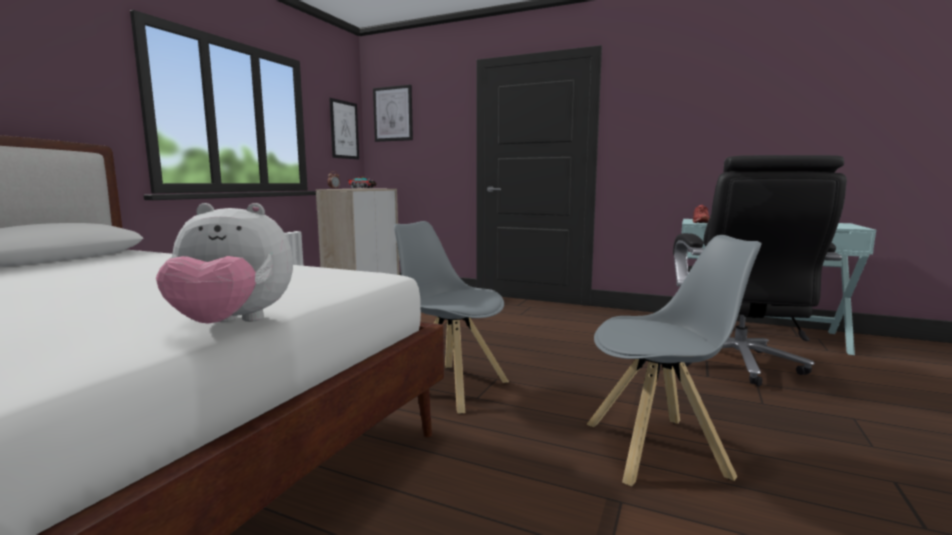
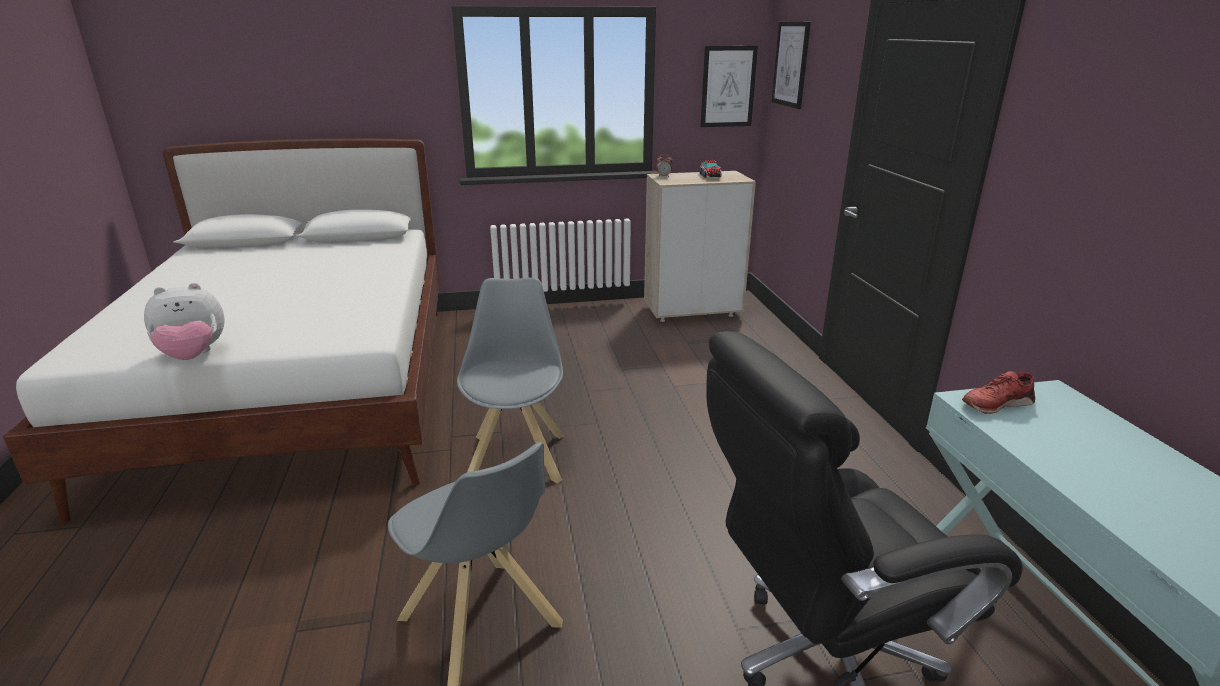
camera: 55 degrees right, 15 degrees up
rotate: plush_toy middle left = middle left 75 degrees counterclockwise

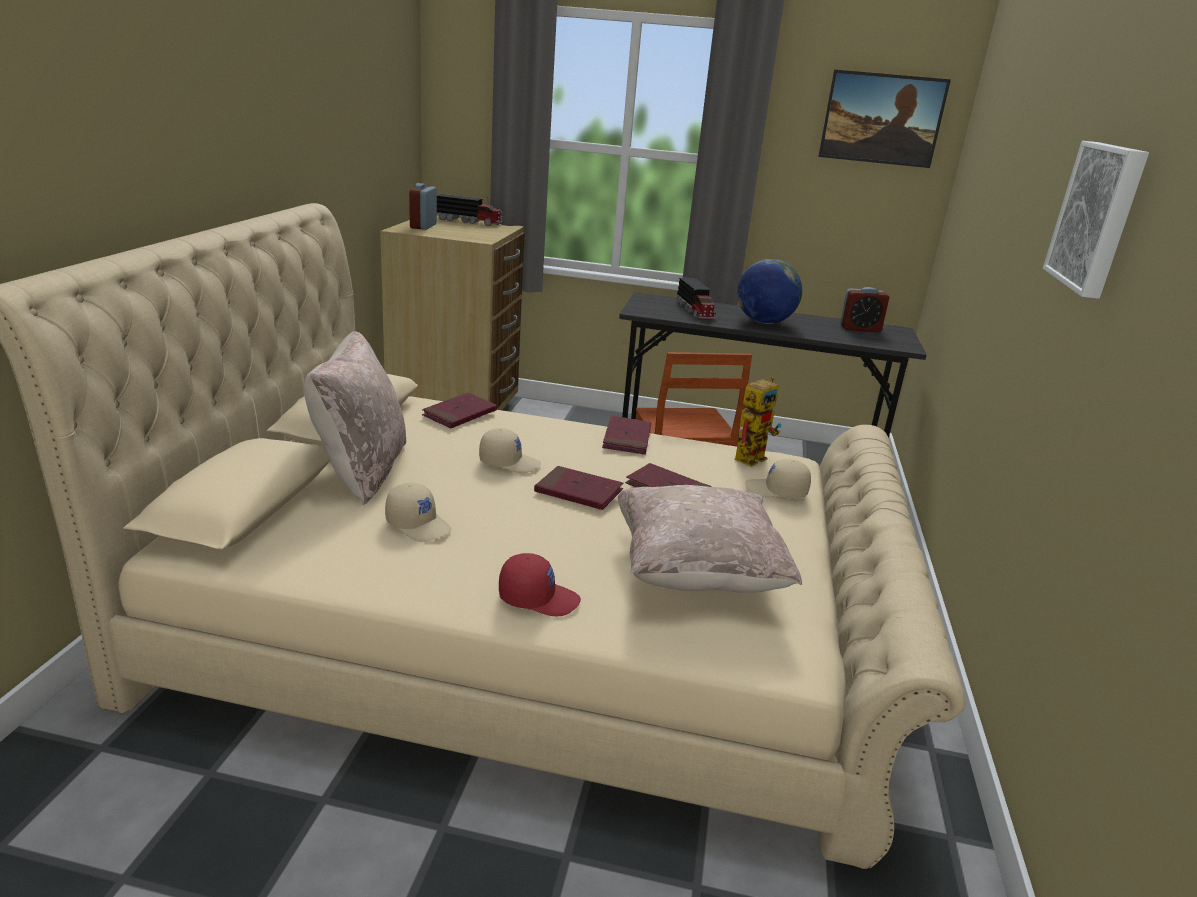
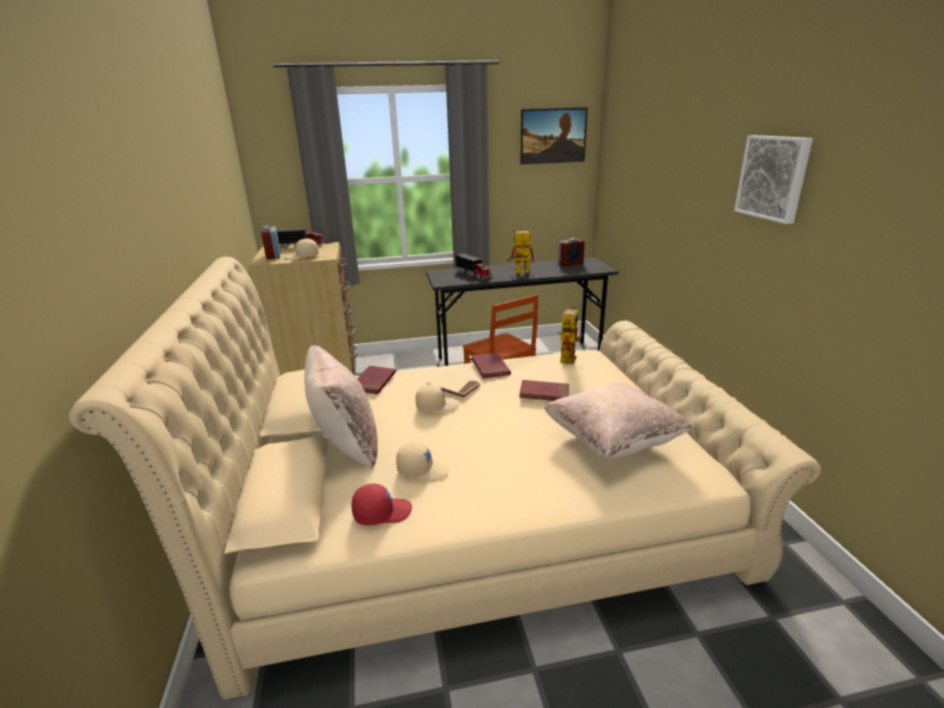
camera: 20 degrees left, 0 degrees up
delete: red-coloured_book (2nd from left) centre
insert: beige_book centre
move: red-coloured_baseball_cap centre to bottom centre; beige_baseball_cap (3rd from left in the first image) centre to beige_baseball_cap (1st from left) middle left
replace: globe top centre to robot_figure (1st from left) centre

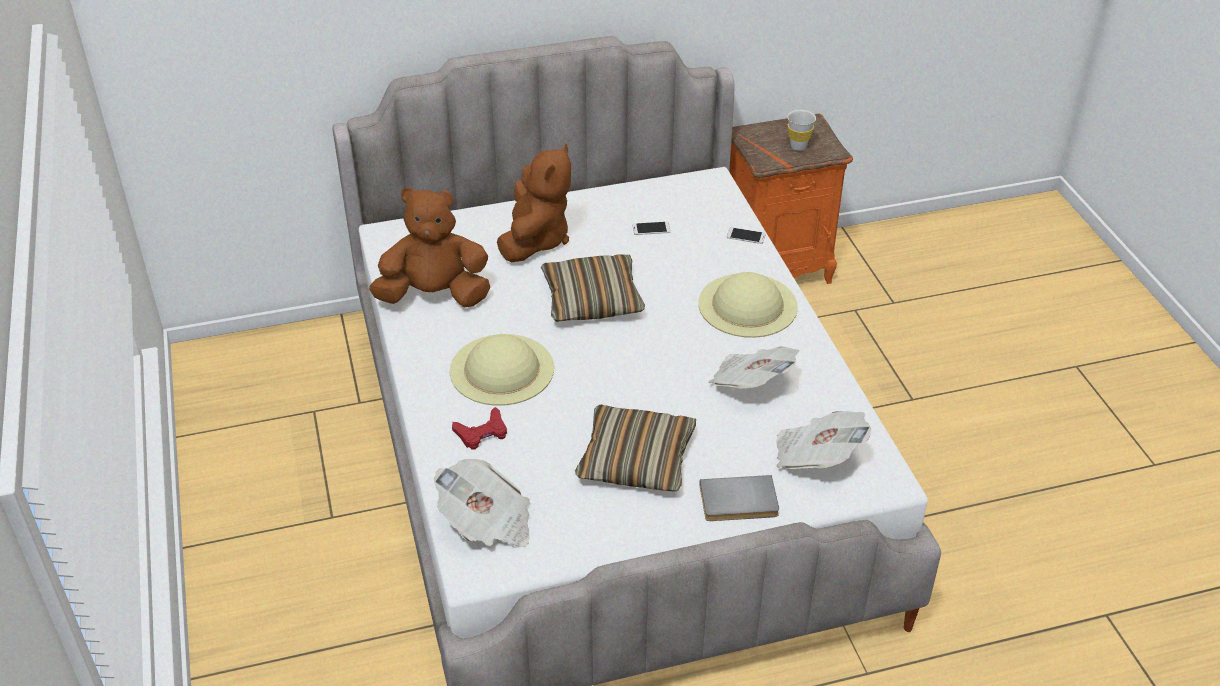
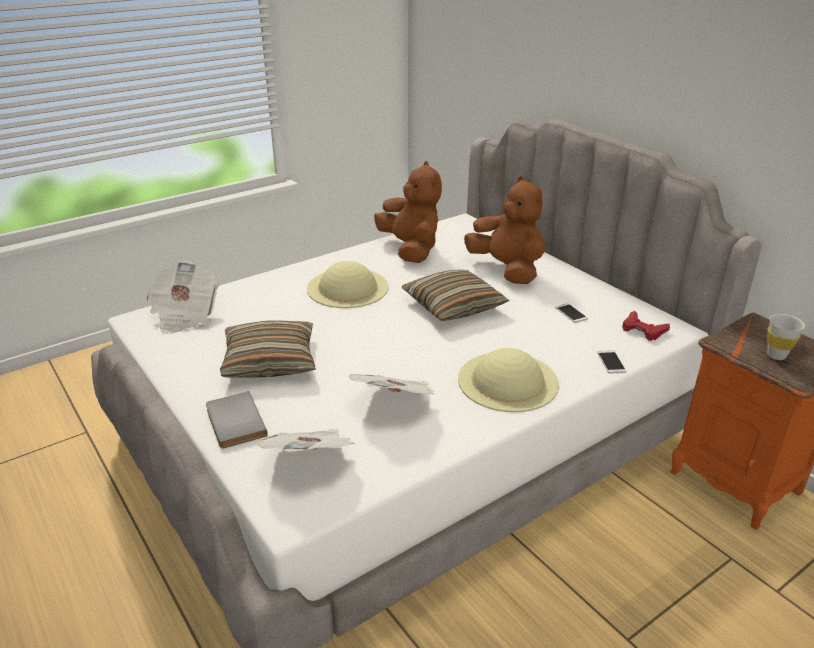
camera: 70 degrees right, 10 degrees down
move: red-coloured_joypad centre to middle right
rotate: brown-coloured_plush_toy (2nd from left) top centre = centre 120 degrees counterclockwise

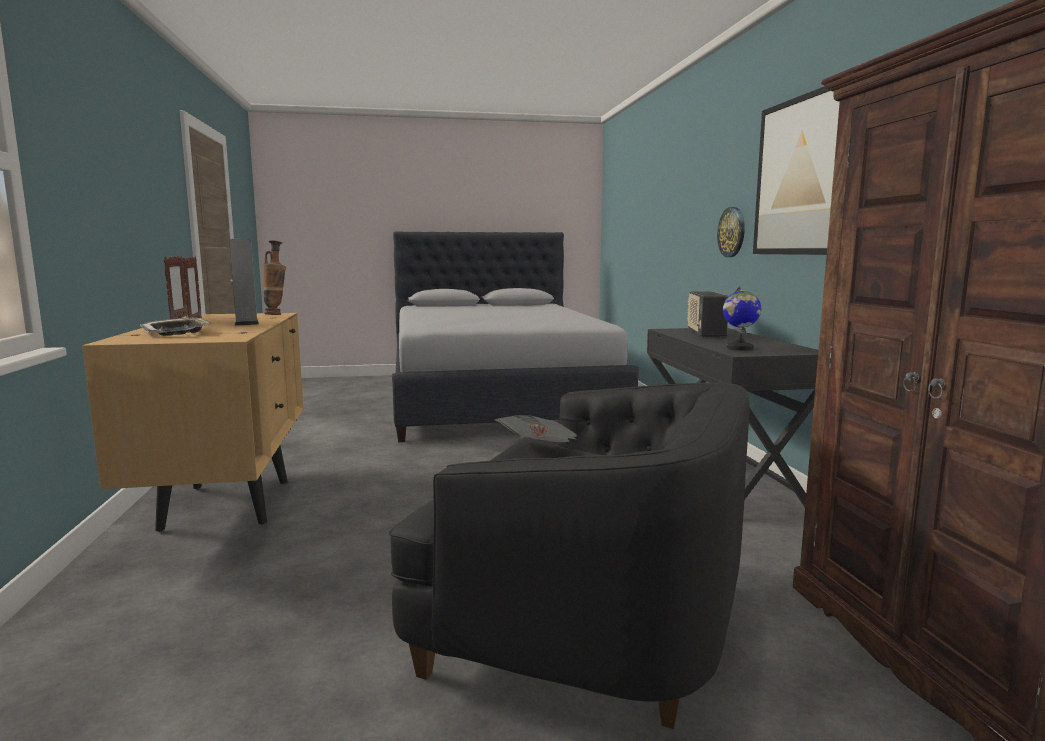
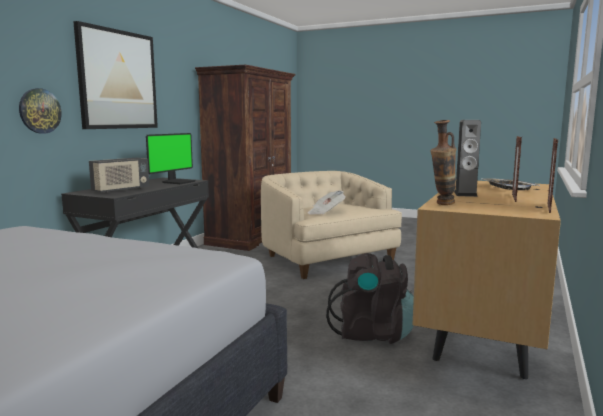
camera: 145 degrees left, 0 degrees up
insert: black_backpack bottom centre
replace: globe middle right to computer_screen middle left
recolor: black_easy_chair bottom centre to beige_easy_chair centre

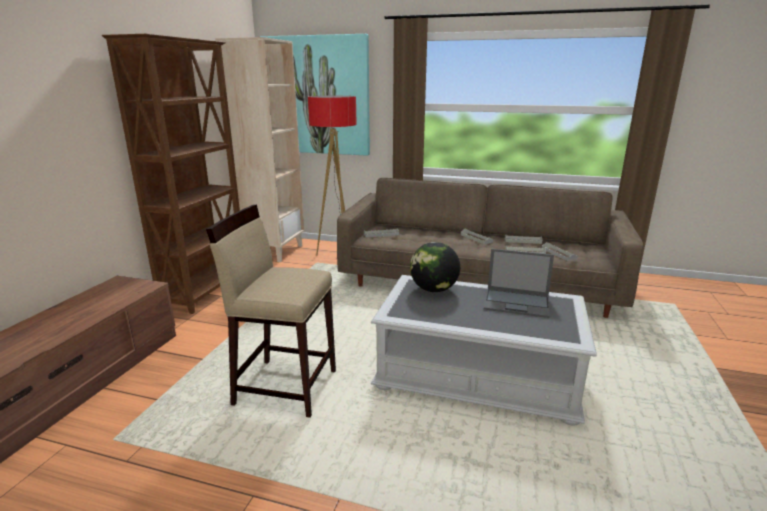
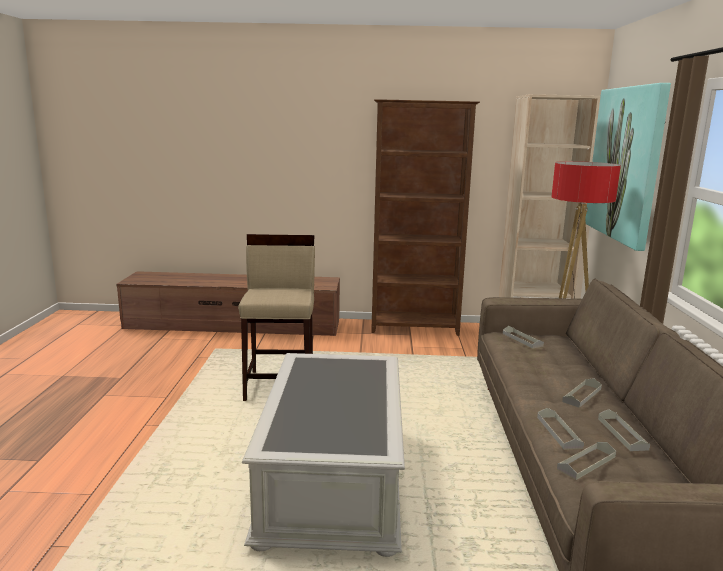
camera: 75 degrees right, 5 degrees down
delete: globe centre; notebook_computer middle right

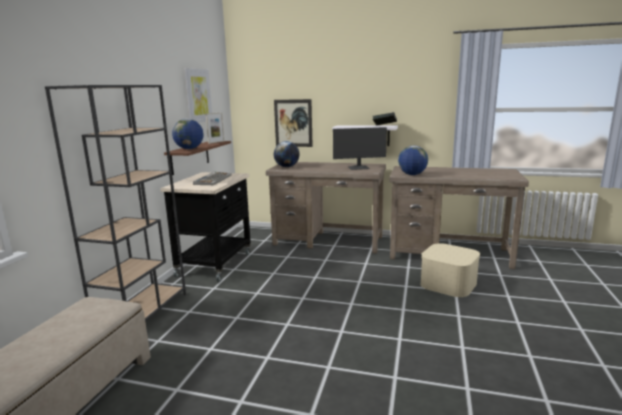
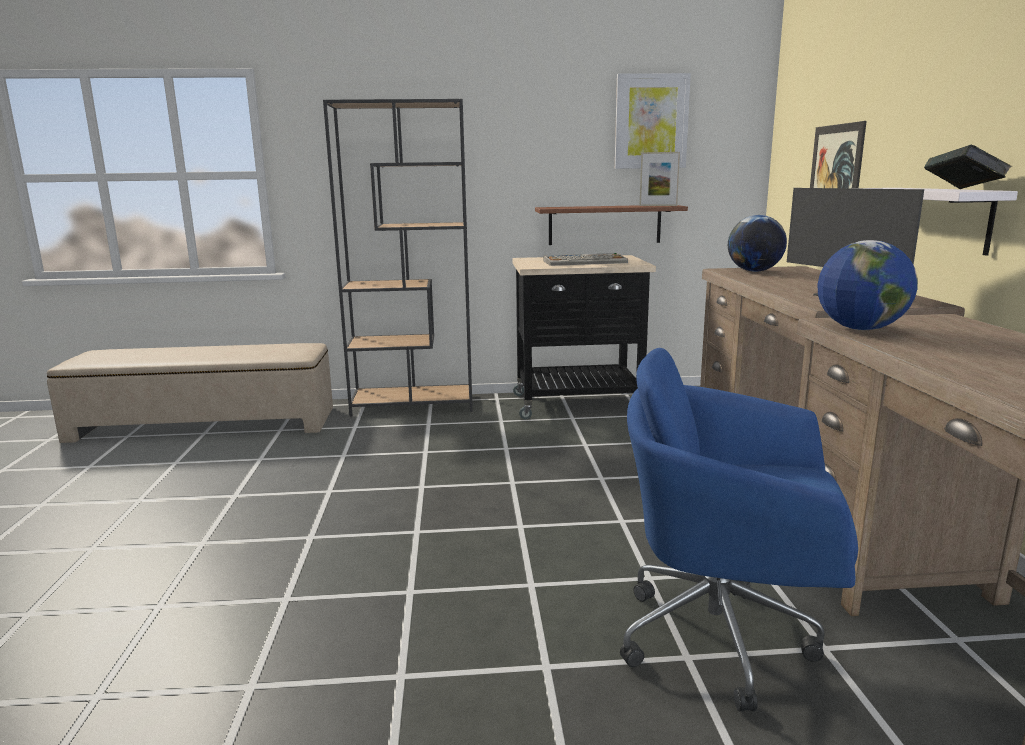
camera: 70 degrees right, 0 degrees up
delete: globe (1st from left) top left
replace: beige_storage_container middle right to blue_desk_chair bottom right

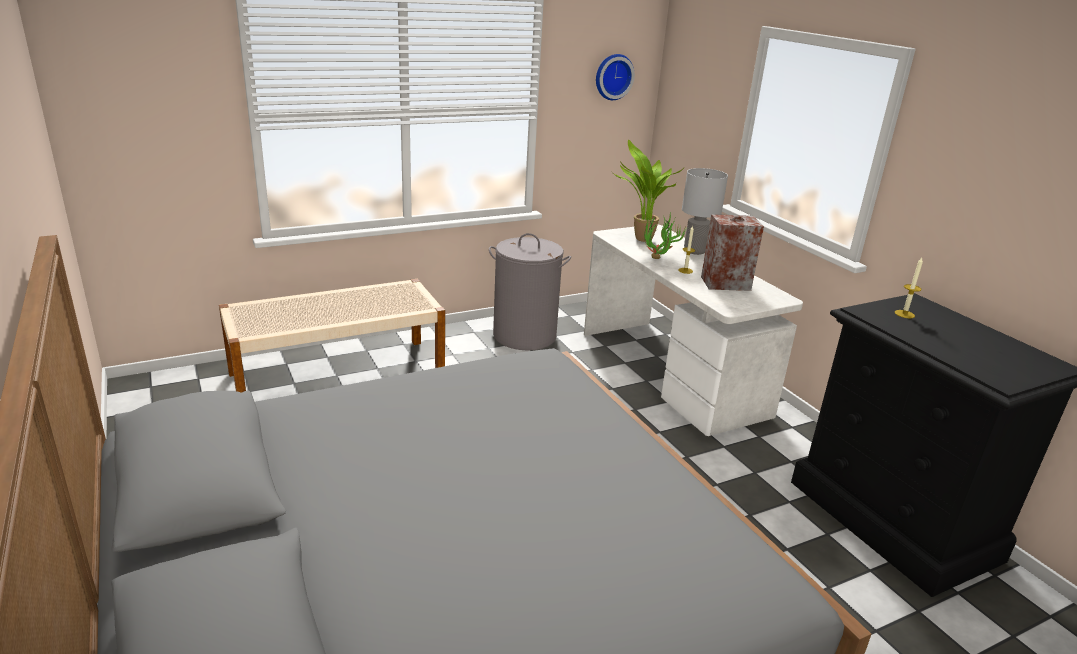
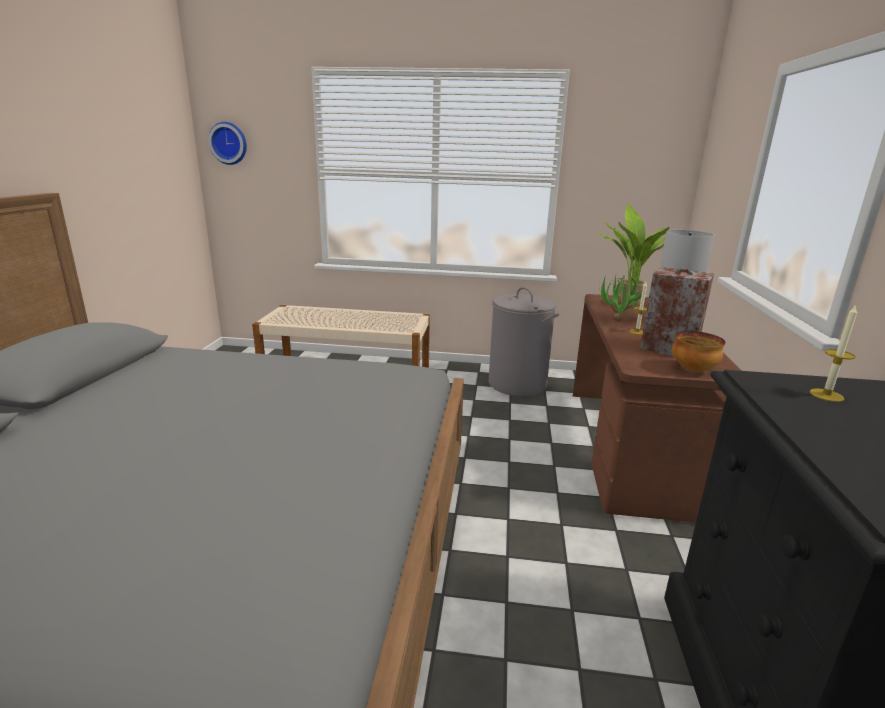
camera: 35 degrees right, 5 degrees down
insert: bowl middle right
move: hanging_clock top centre to top left
recolor: white-coloured_desk centre to brown-coloured_desk middle right

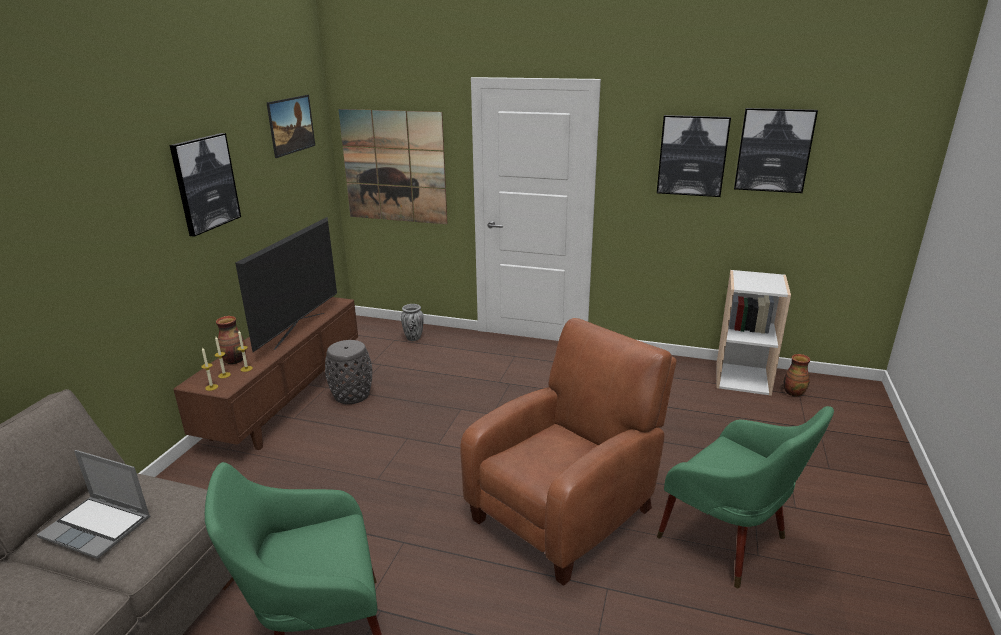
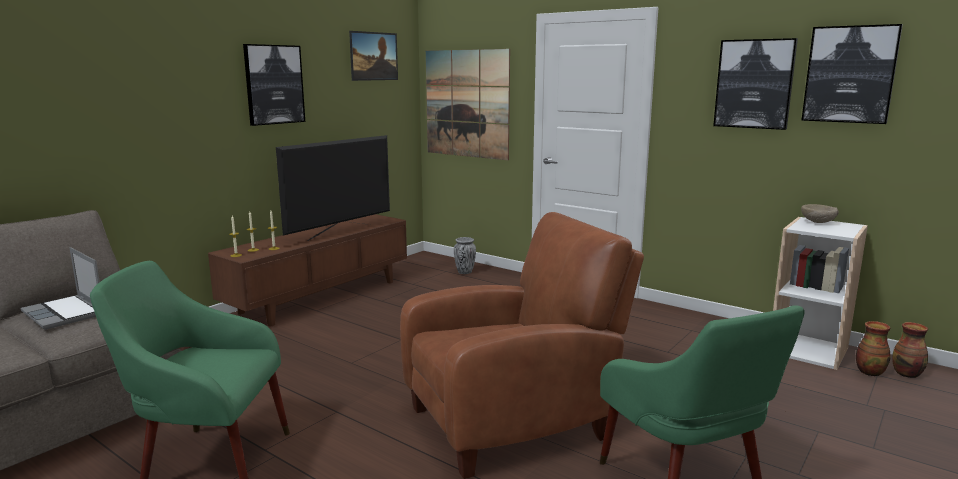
camera: 20 degrees right, 10 degrees down
delete: gray_stool_seat centre
insert: beige_bowl middle right
move: decorative_vase (1st from left in the first image) middle left to decorative_vase (3rd from left) bottom right

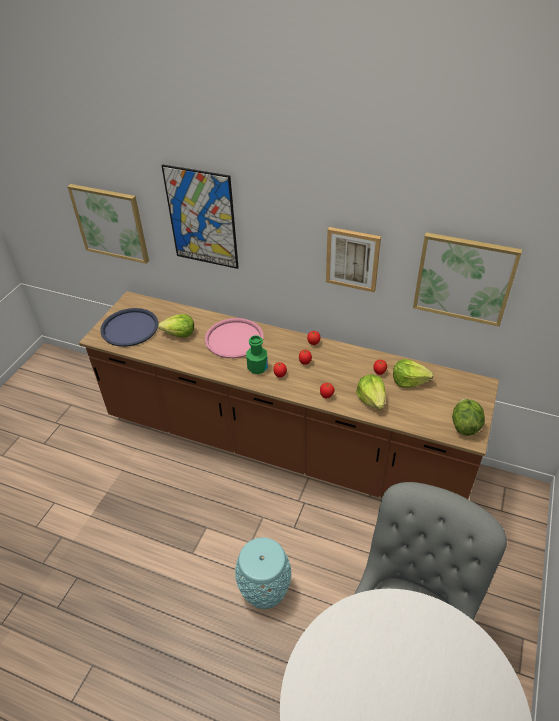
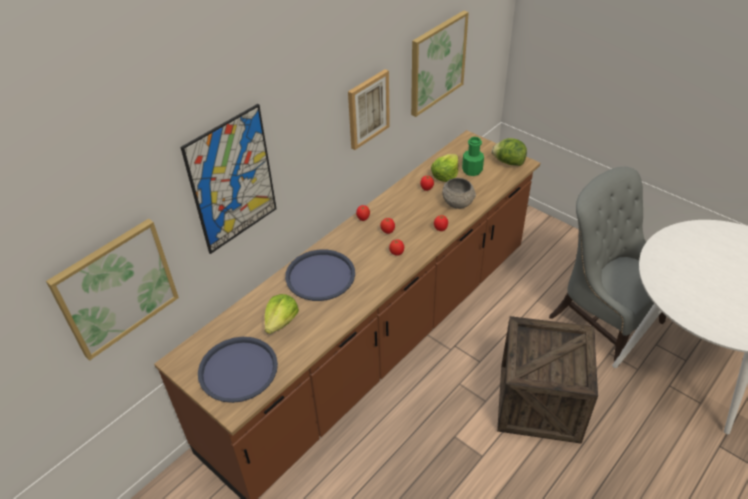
camera: 70 degrees left, 0 degrees up
move: greenish_bottle centre to top centre
replace: turquoise-coloured_stool_seat bottom centre to crate bottom right; lettuce (2nd from left) centre to gray_bowl centre
recolor: pink_serving_tray centre to blue_serving_tray (2nd from left) centre

